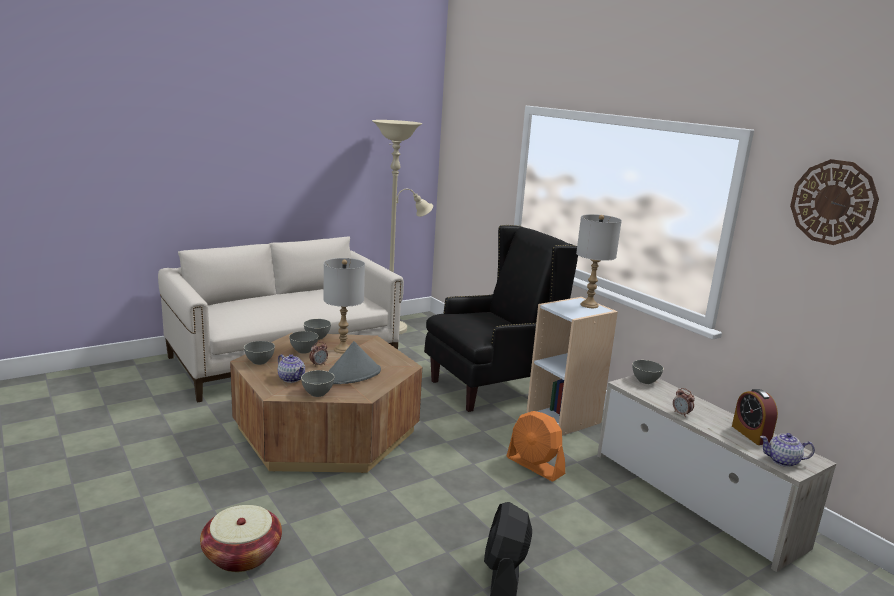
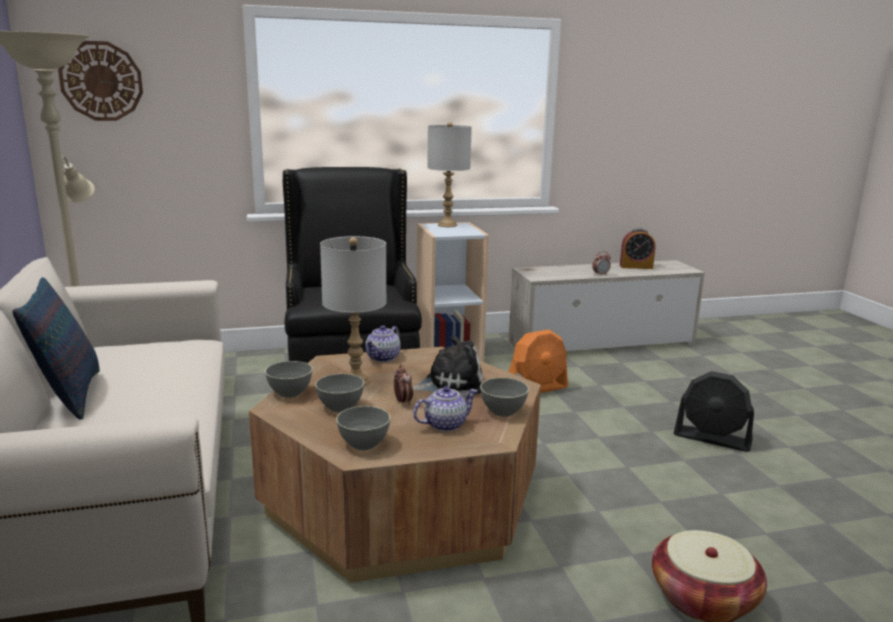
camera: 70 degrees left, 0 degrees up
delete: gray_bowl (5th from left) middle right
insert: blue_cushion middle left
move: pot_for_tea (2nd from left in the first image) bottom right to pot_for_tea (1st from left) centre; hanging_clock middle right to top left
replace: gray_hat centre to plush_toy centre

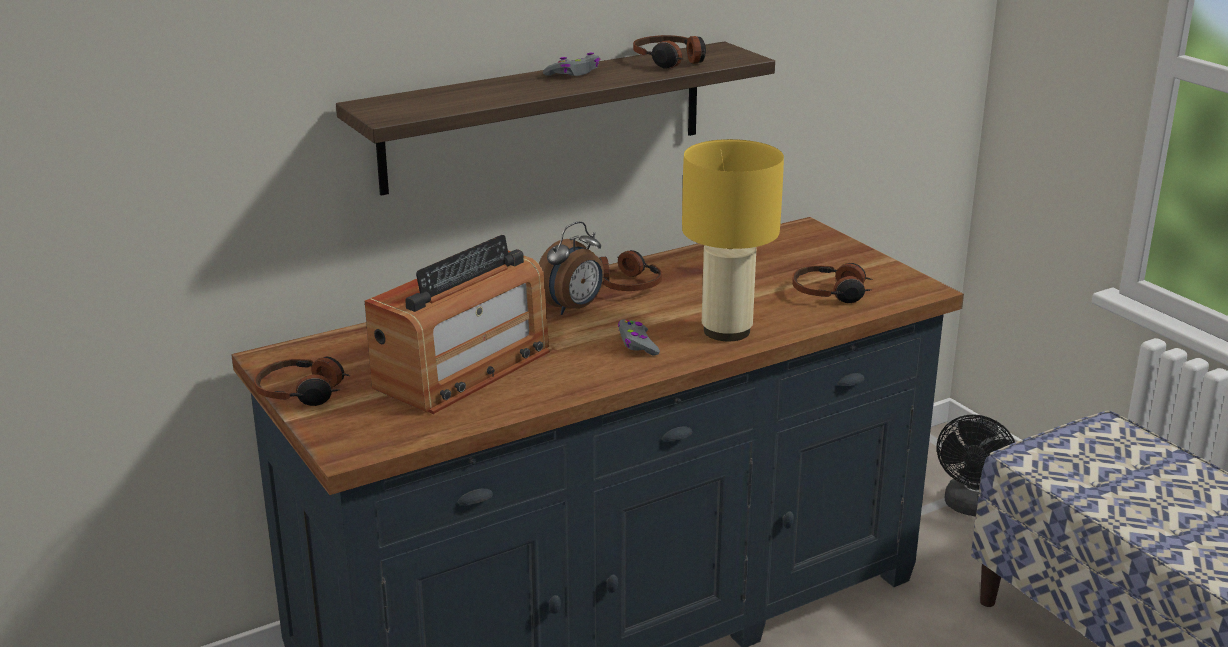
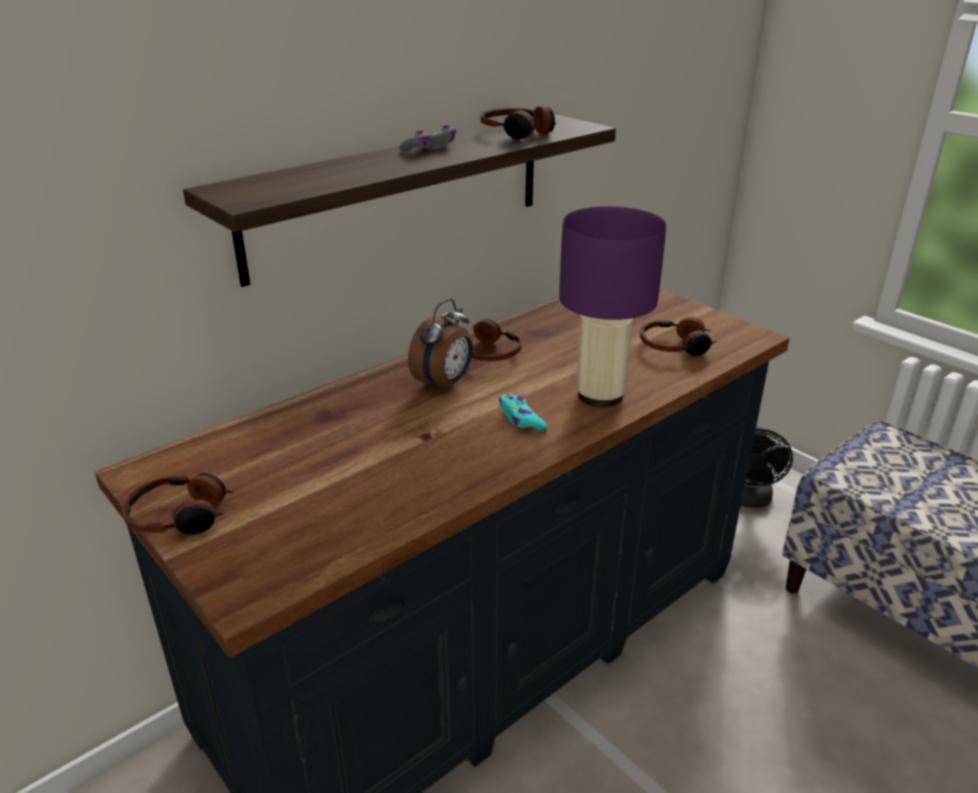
camera: 10 degrees left, 5 degrees up
delete: radio_receiver centre
recolor: gray_joypad (2nd from left) centre to turquoise-coloured_joypad centre; yellow_lamp_for_a_table centre to purplish_lamp_for_a_table centre

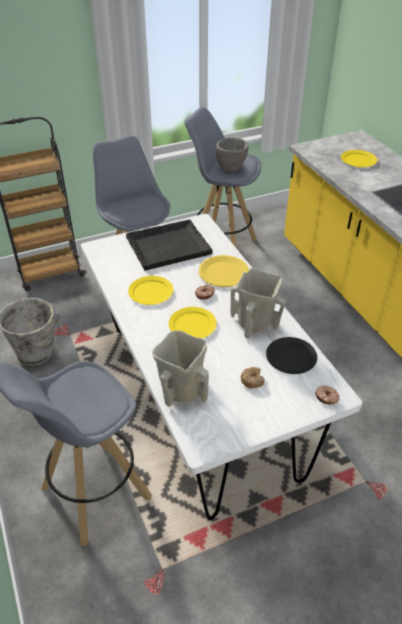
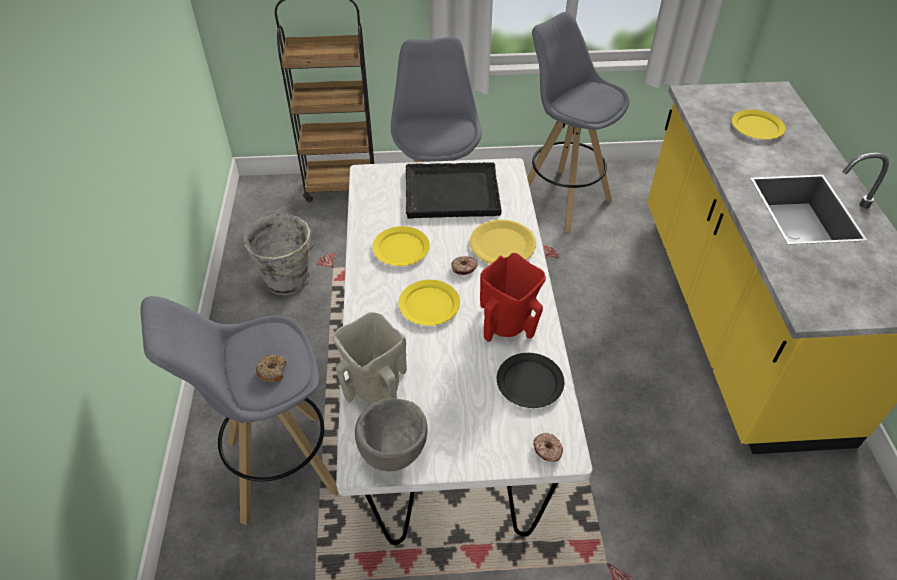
camera: 20 degrees right, 5 degrees up
move: gray_bowl top centre to bottom centre; doughnut (2nd from left in the first image) centre to doughnut (1st from left) middle left
recolor: beige_decorative_vase (2nd from left) centre to red-coloured_decorative_vase centre

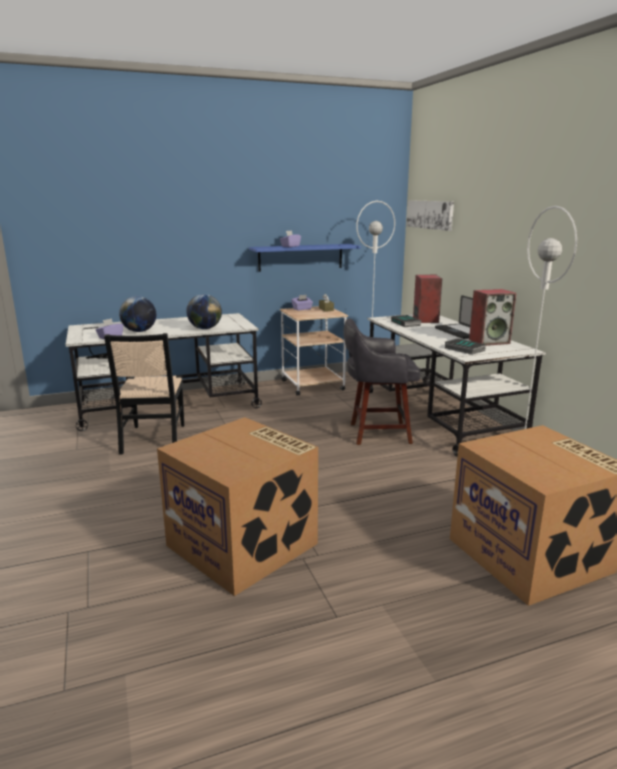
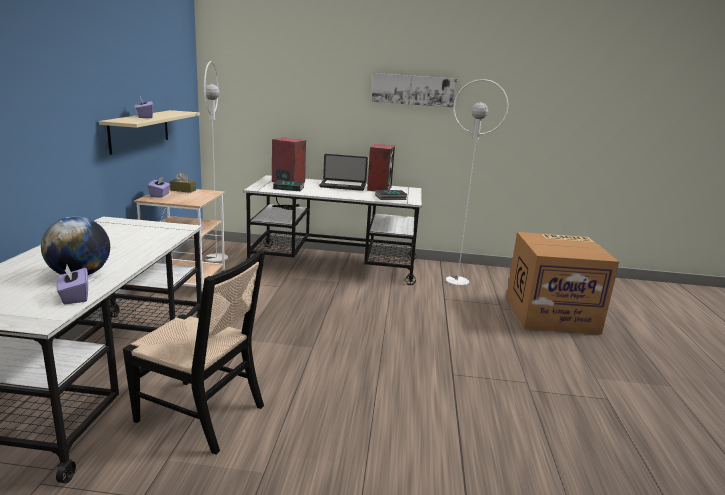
camera: 65 degrees left, 0 degrees up
delete: carton (1st from left) centre; globe (2nd from left) middle left; gray_stool_seat centre
move: wall_picture top right to top centre
recolor: blue_bracket_shelf centre to beige_bracket_shelf top left

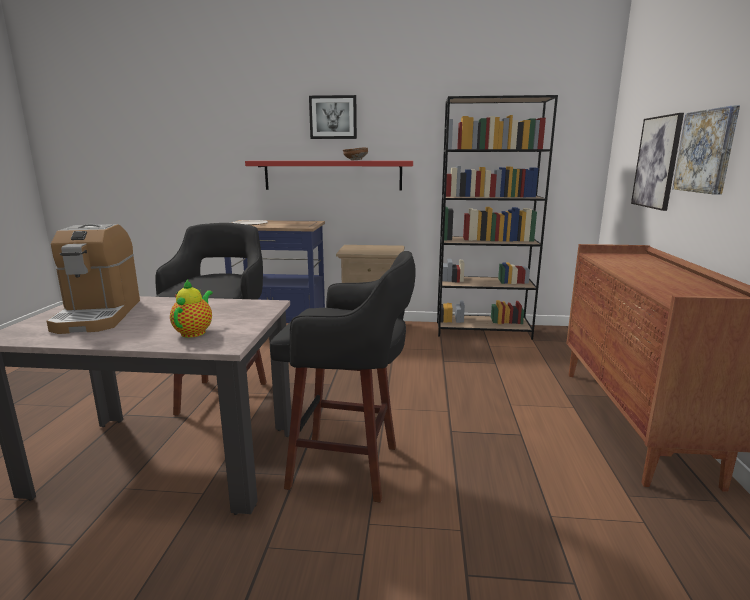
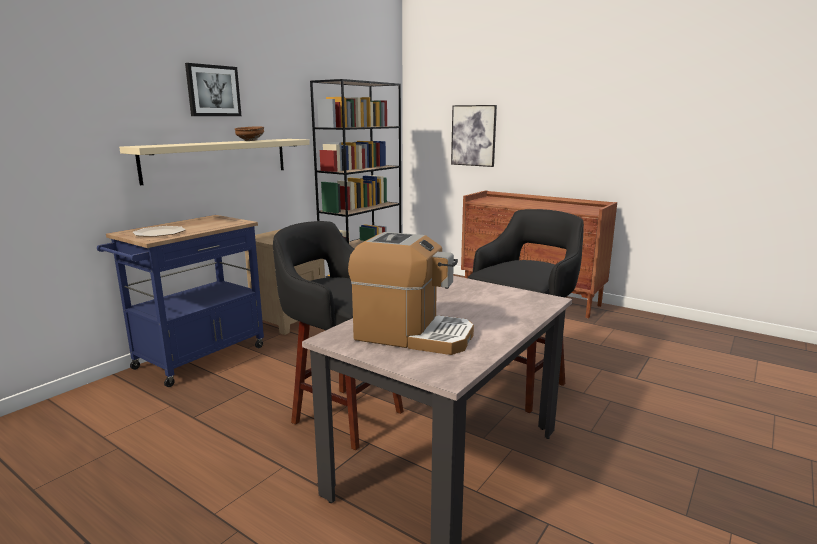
camera: 60 degrees left, 0 degrees up
delete: pot_for_tea middle left; wall_picture (3rd from left) top right
recolor: red-coloured_bracket_shelf top centre to beige_bracket_shelf top left

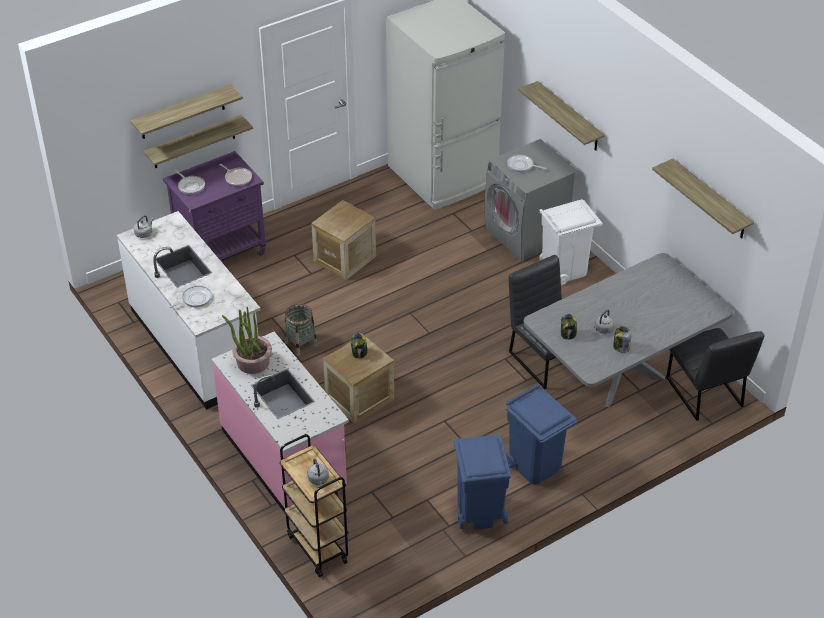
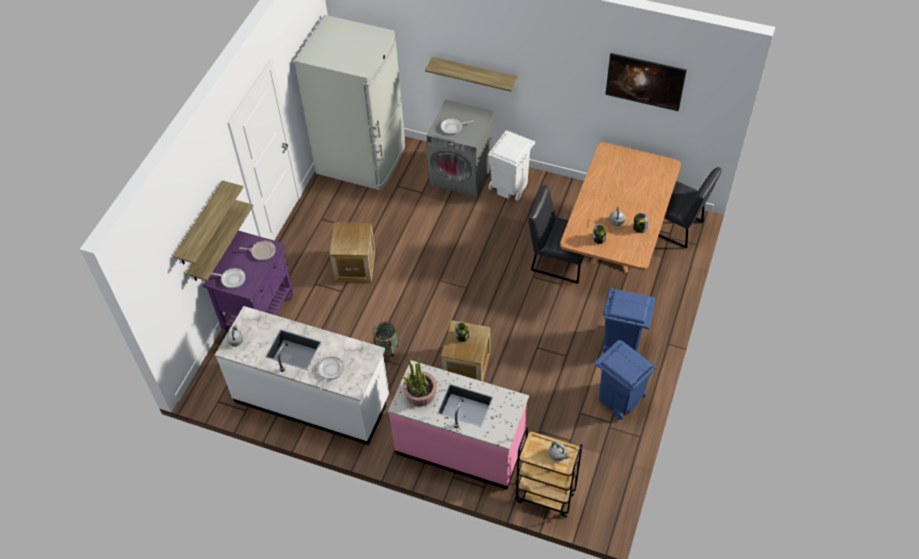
camera: 35 degrees left, 10 degrees up
replace: bracket_shelf (4th from left) top right to wall_picture top right
recolor: gray_dinner_table middle right to brown-coloured_dinner_table middle right

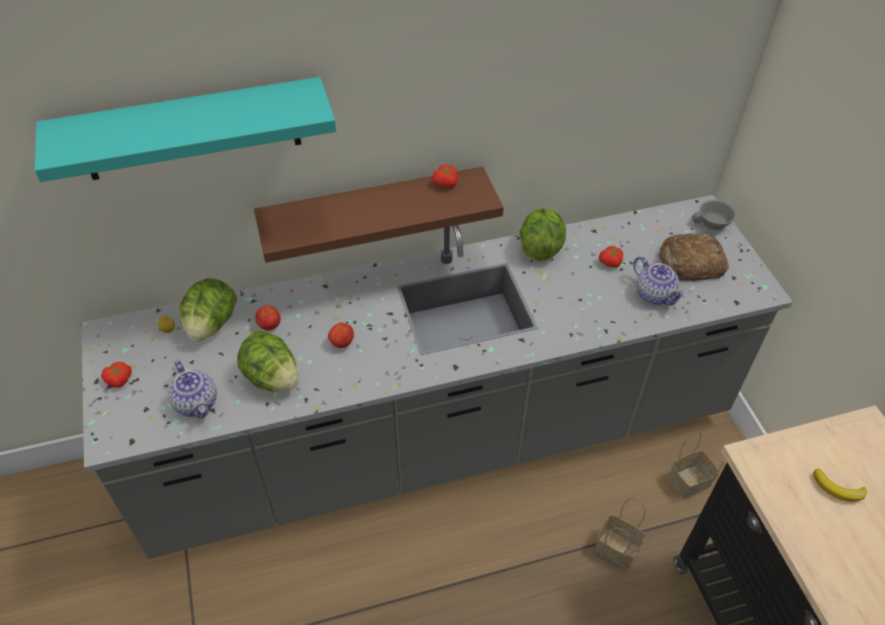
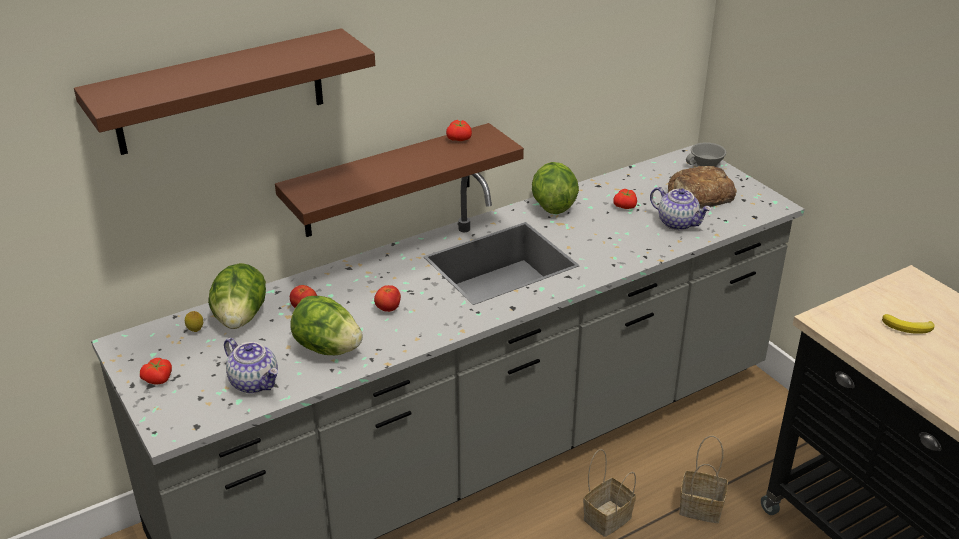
camera: 15 degrees left, 15 degrees down
move: basket (2nd from left in the first image) bottom right to basket (1st from left) bottom centre
recolor: turquoise-coloured_bracket_shelf top left to brown-coloured_bracket_shelf (1st from left) top left

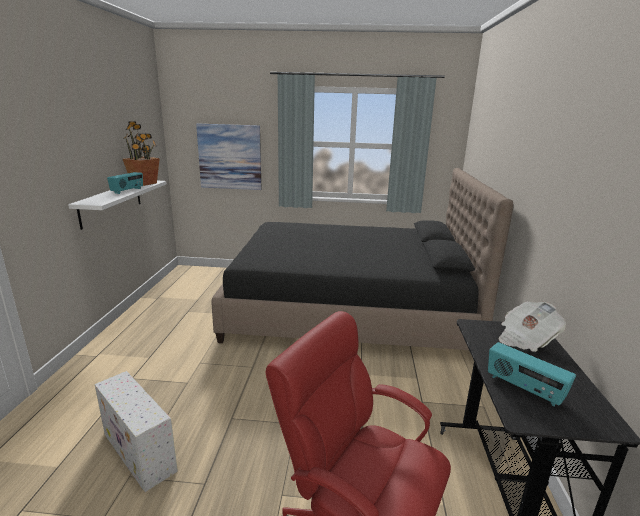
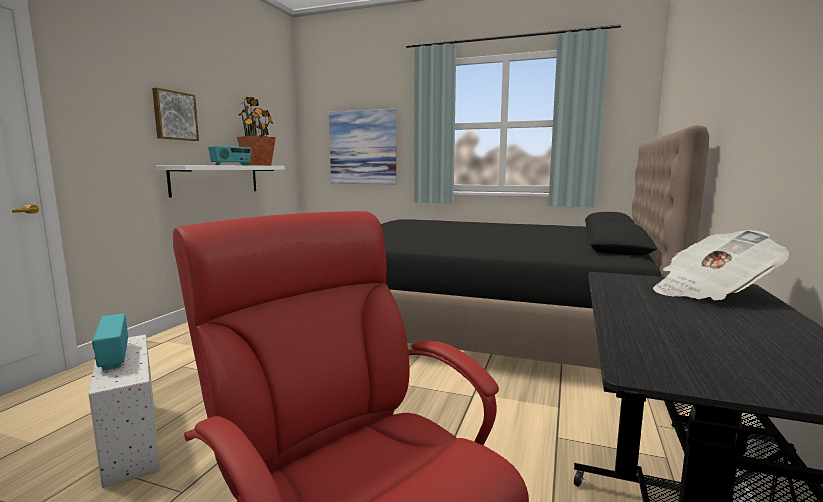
camera: 15 degrees right, 10 degrees down
insert: wall_picture (1st from left) top left
move: radio_receiver (2nd from left in the first image) bottom right to radio_receiver (1st from left) bottom left

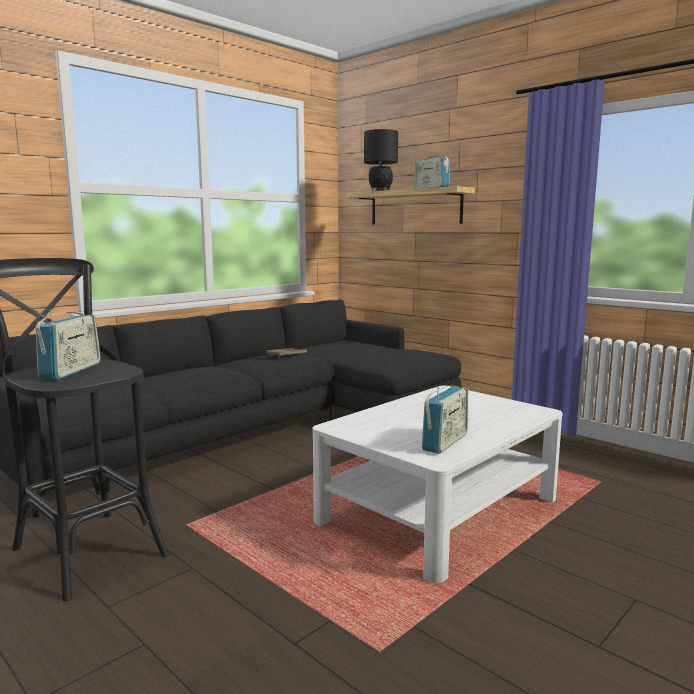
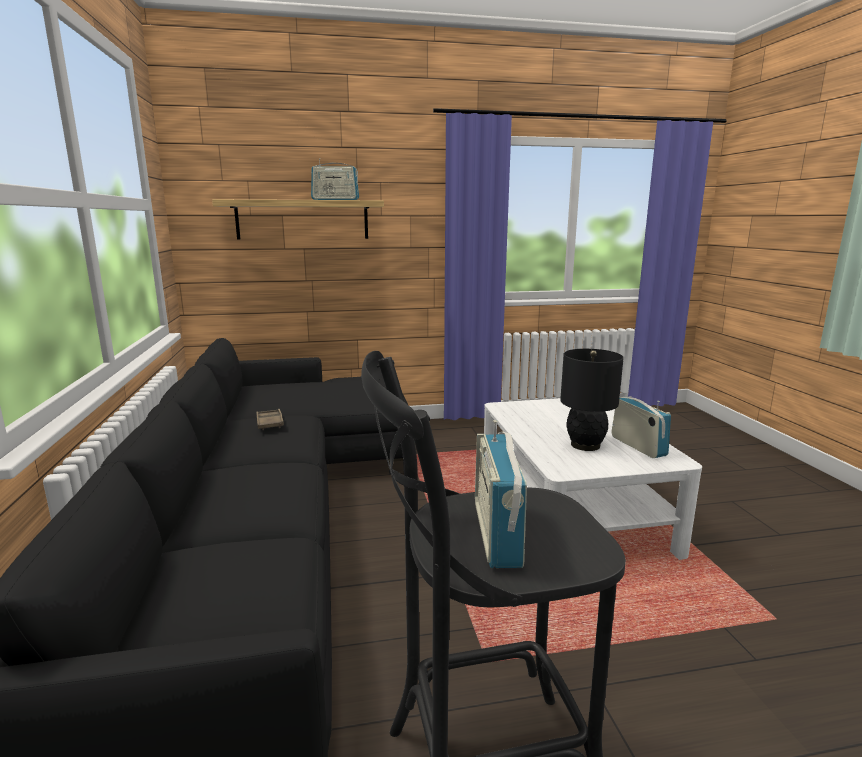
camera: 55 degrees left, 5 degrees up
move: black_lamp_for_a_table top centre to middle right
rotate: radio_receiver (1st from left in the first image) middle left = centre 135 degrees counterclockwise

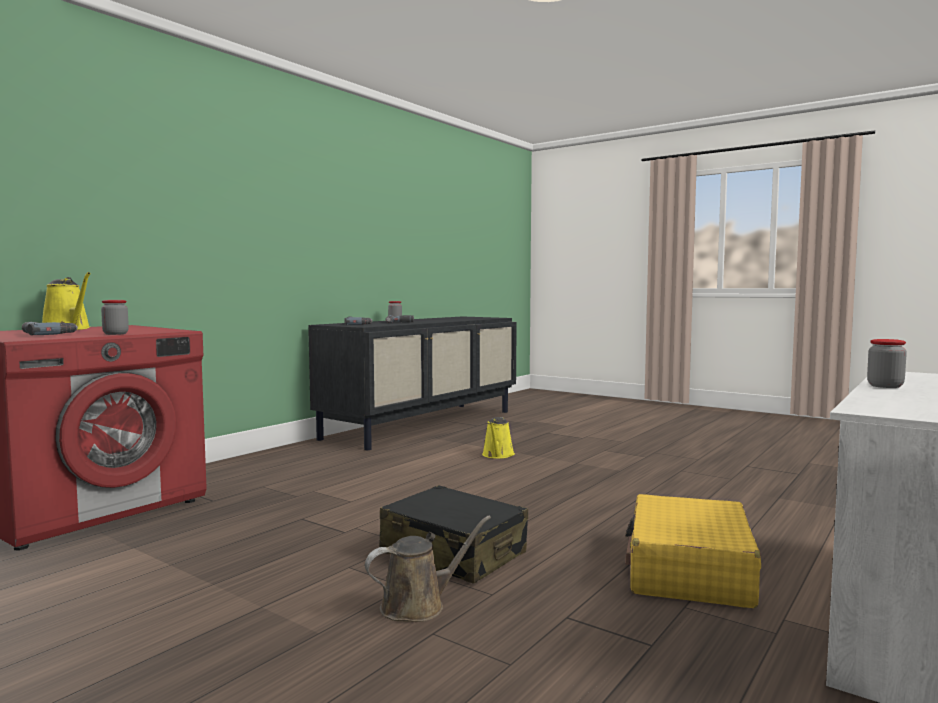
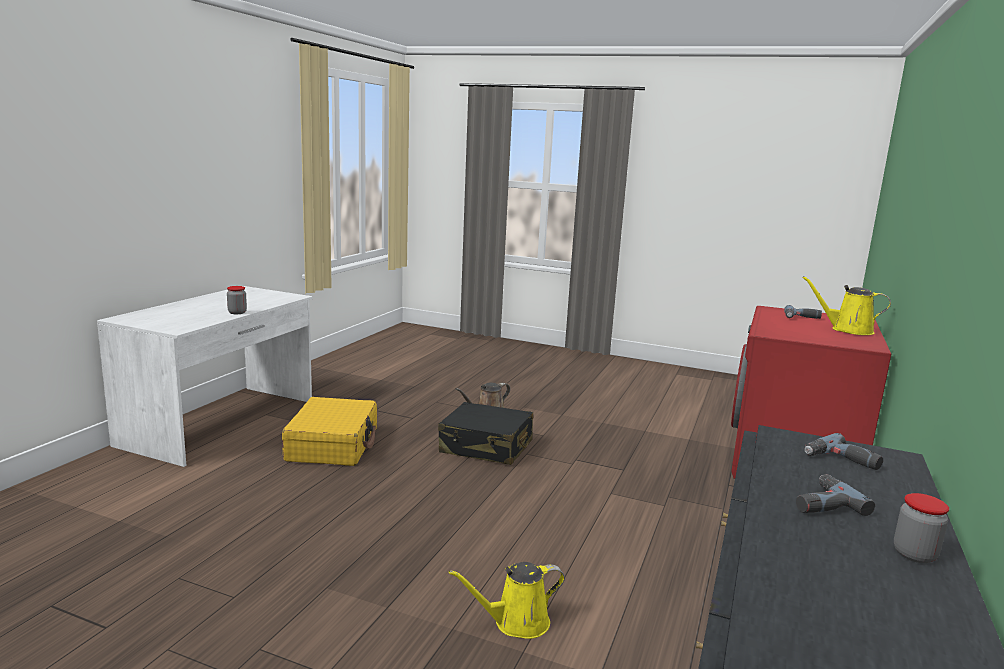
camera: 165 degrees right, 10 degrees up
delete: preserve_jar (1st from left) middle left
rotate: yellow_watering_can (2nd from left in the first image) centre = bottom centre 105 degrees counterclockwise

